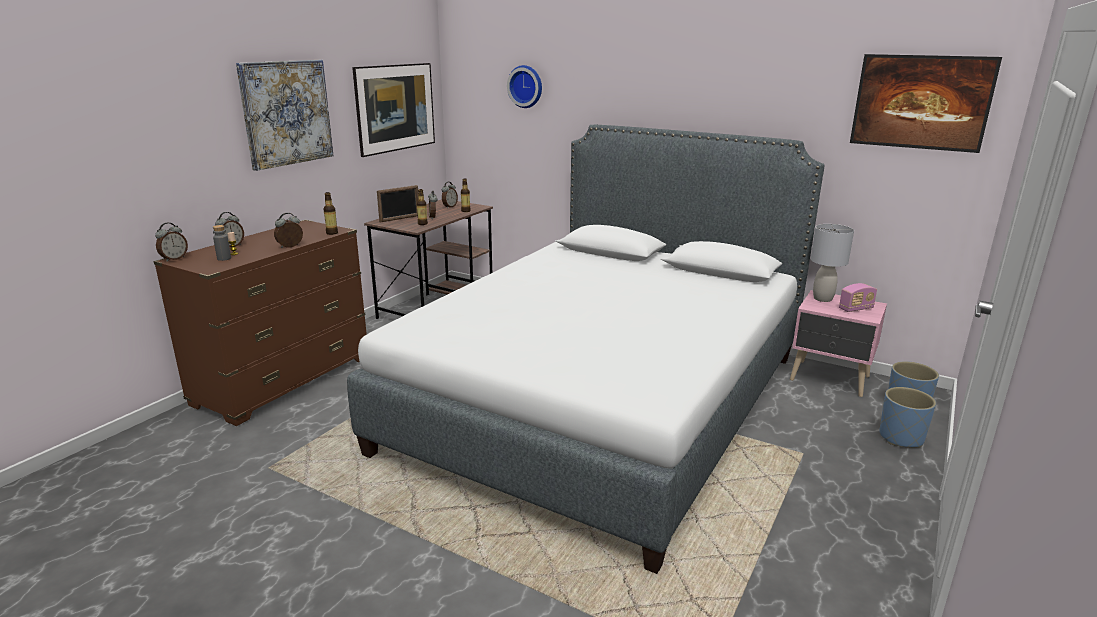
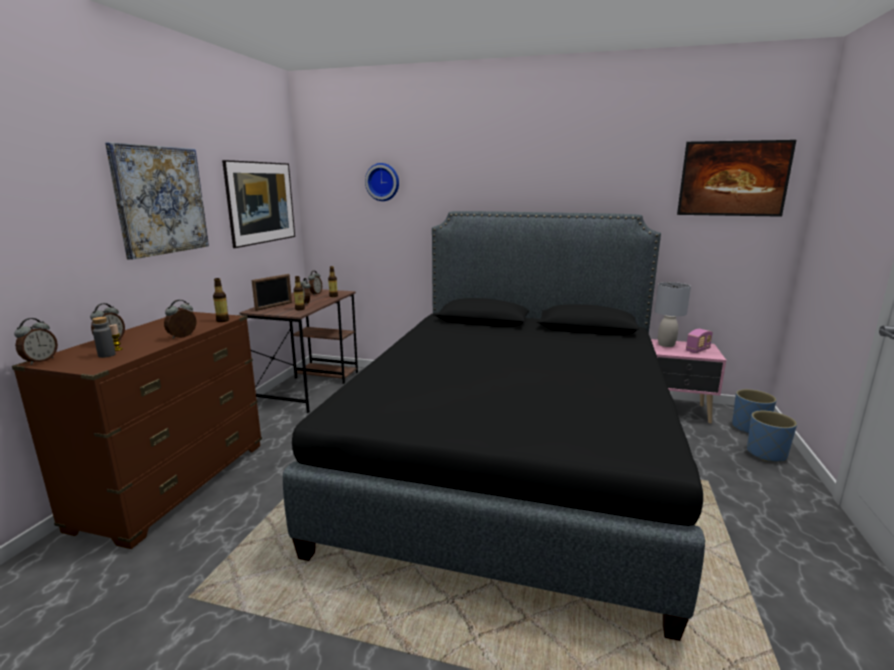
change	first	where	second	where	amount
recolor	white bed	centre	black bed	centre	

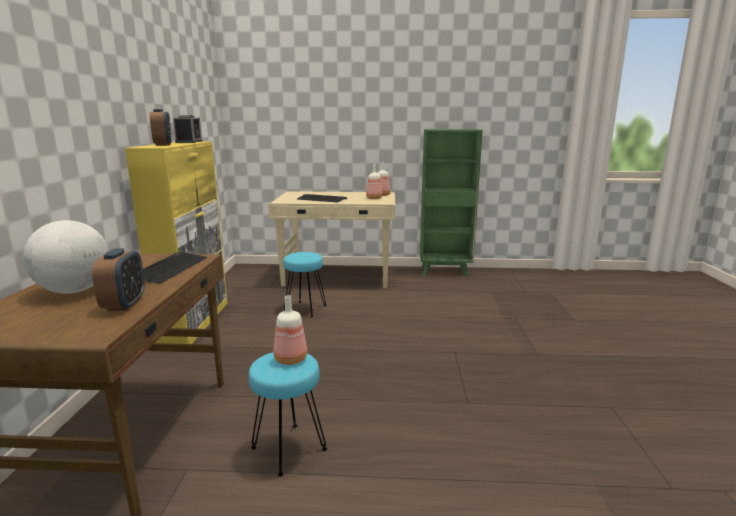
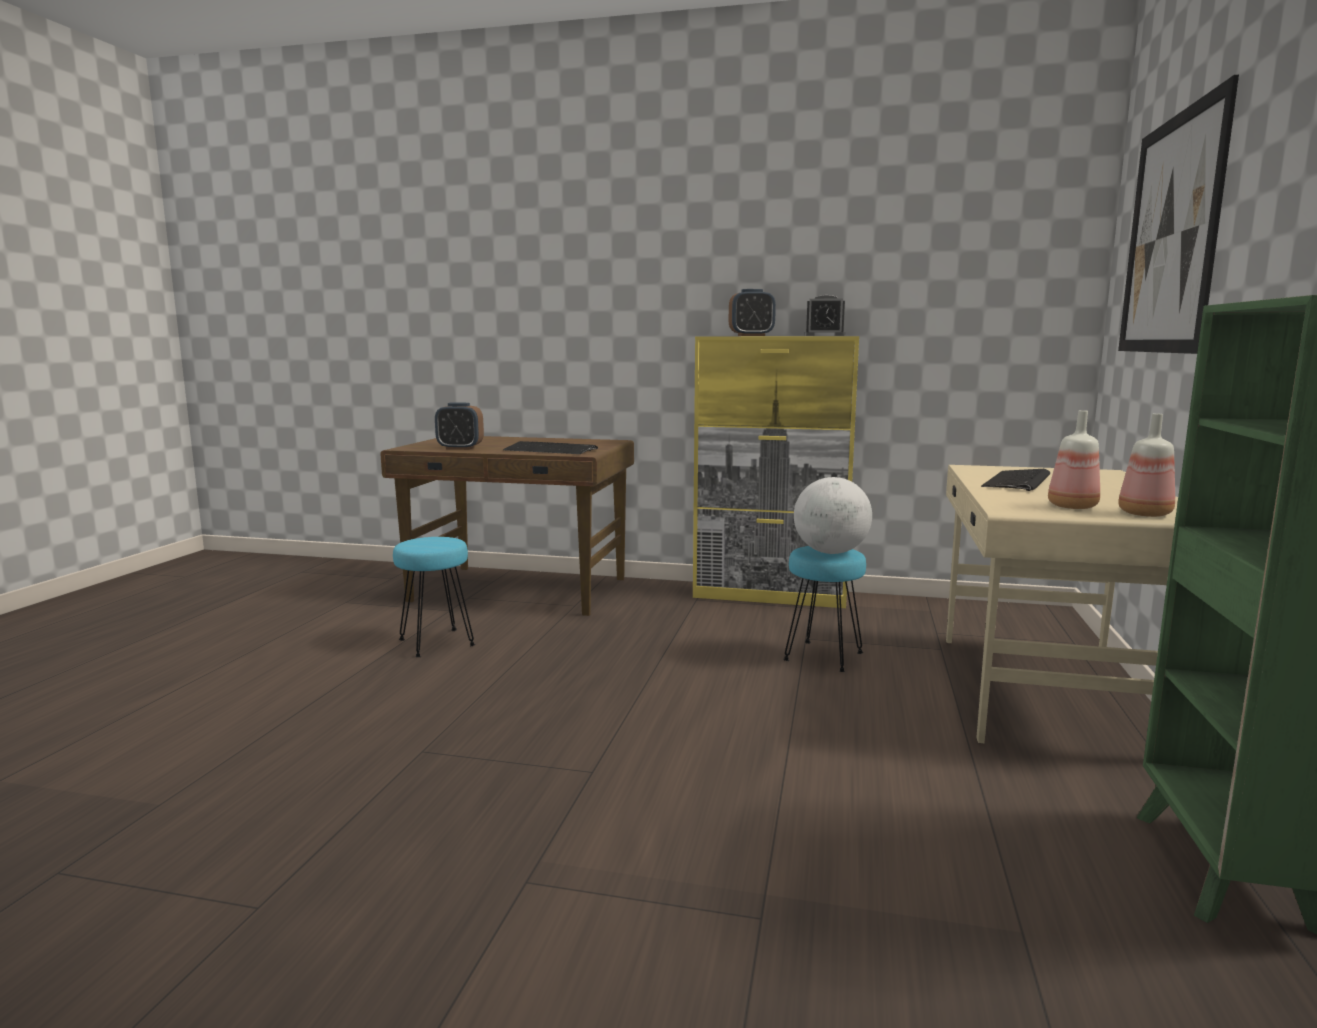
change	first	where	second	where	amount
move	globe	middle left		centre	
delete	bottle (1st from left)	centre			
insert			picture	top right	

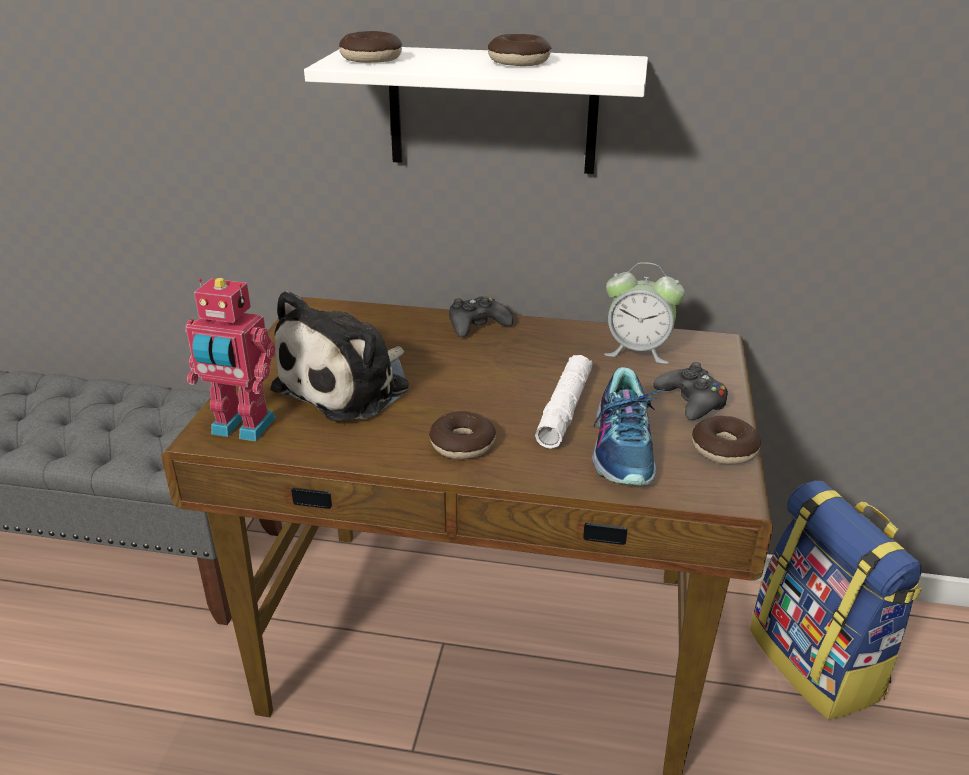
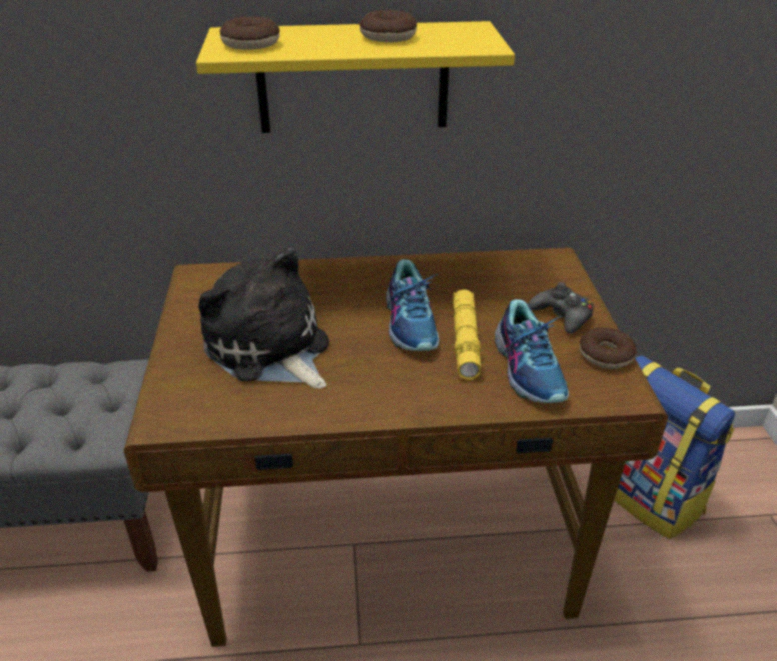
change	first	where	second	where	amount
delete	toy robot	middle left			
rotate	plush toy	centre		centre	120 degrees clockwise
recolor	white shelf	top centre	yellow shelf	top centre	
delete	donut (2nd from left)	centre			
delete	black game controller (1st from left)	centre			
recolor	white flashlight	centre	yellow flashlight	centre	
delete	alarm clock	centre			
insert			shoe (1st from left)	centre	

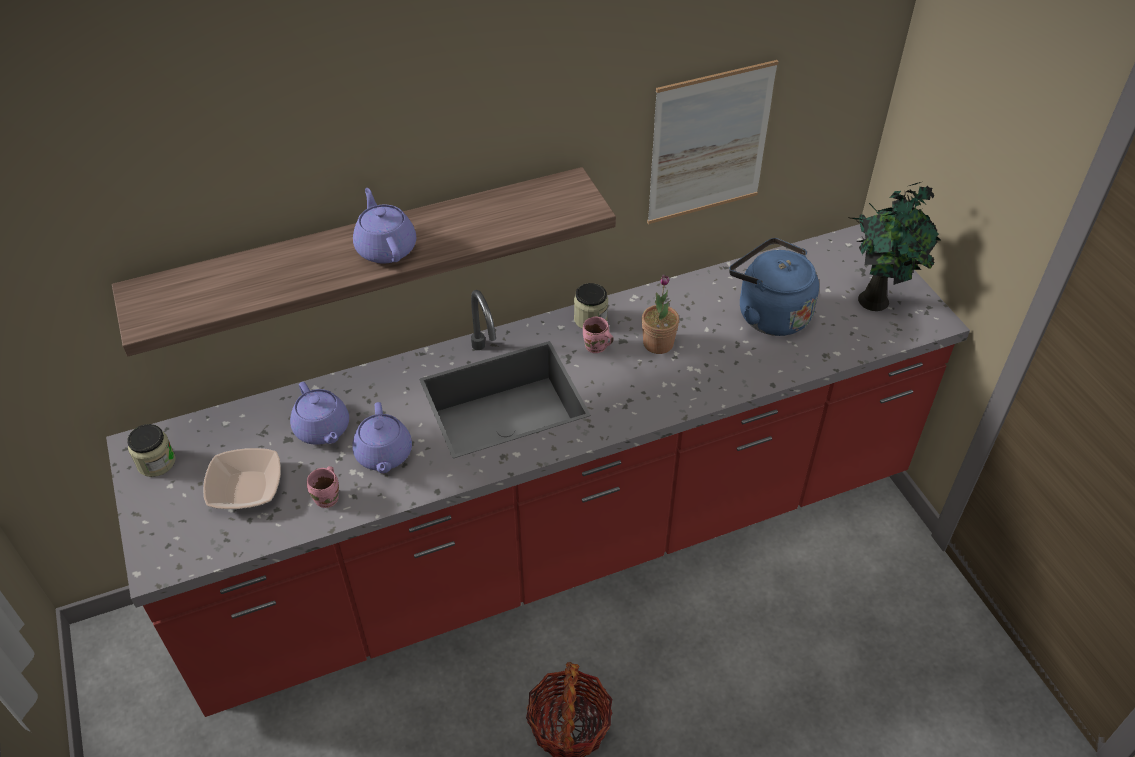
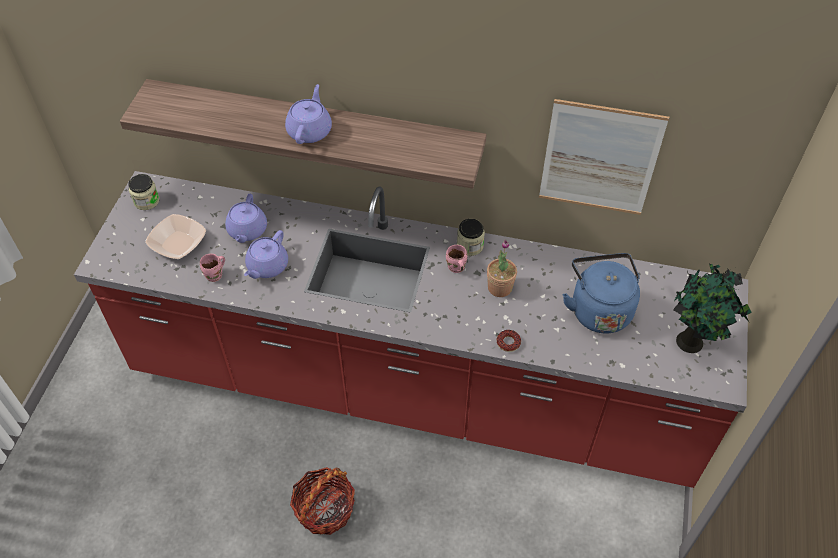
change	first	where	second	where	amount
insert			donut	centre	

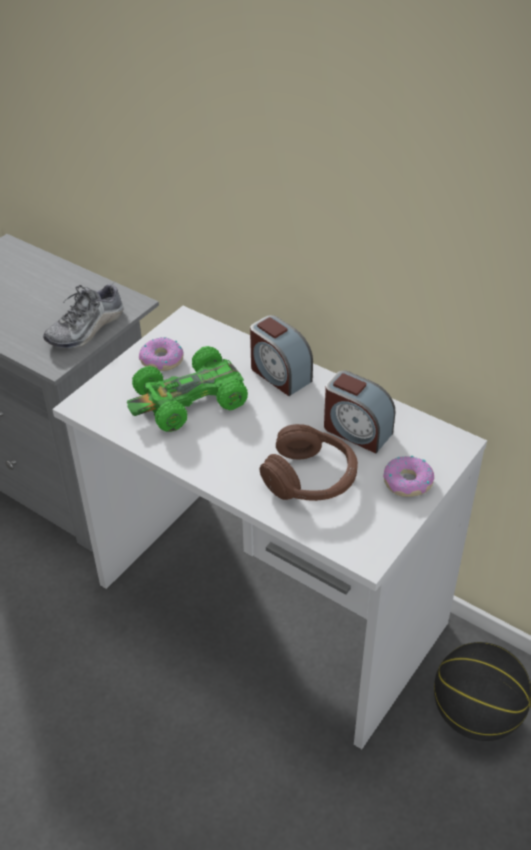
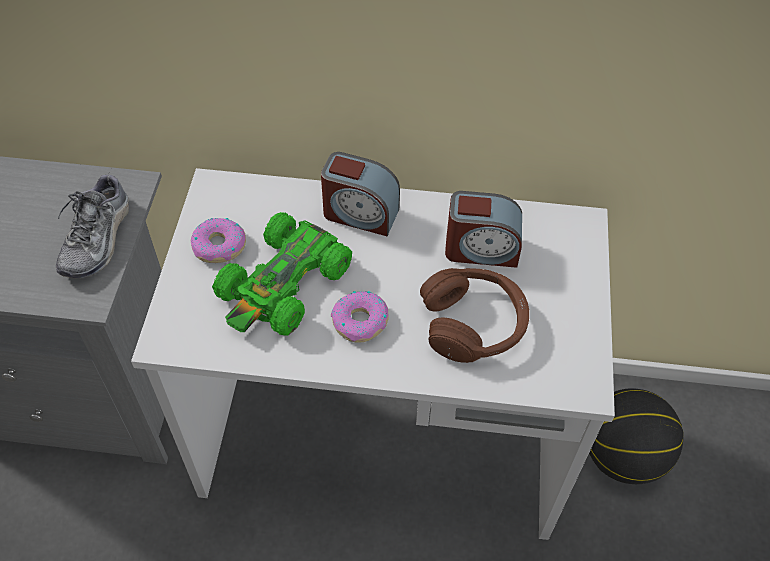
change	first	where	second	where	amount
move	donut (2nd from left)	middle right		centre	

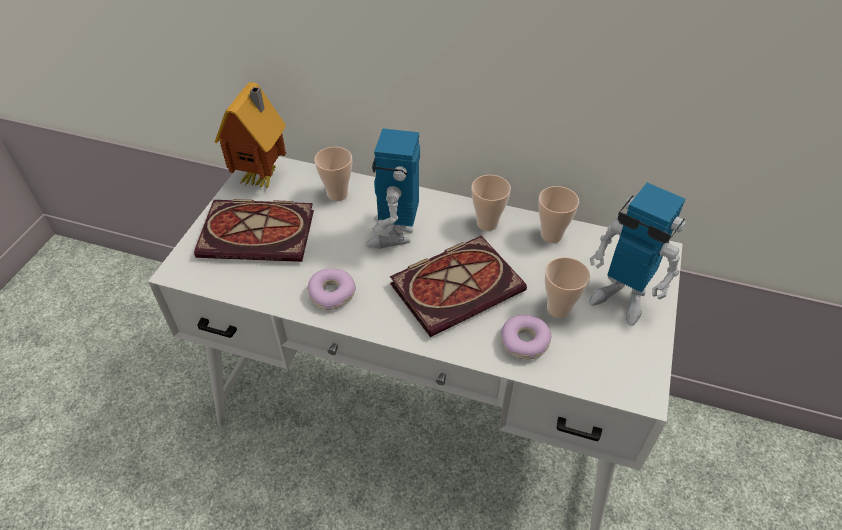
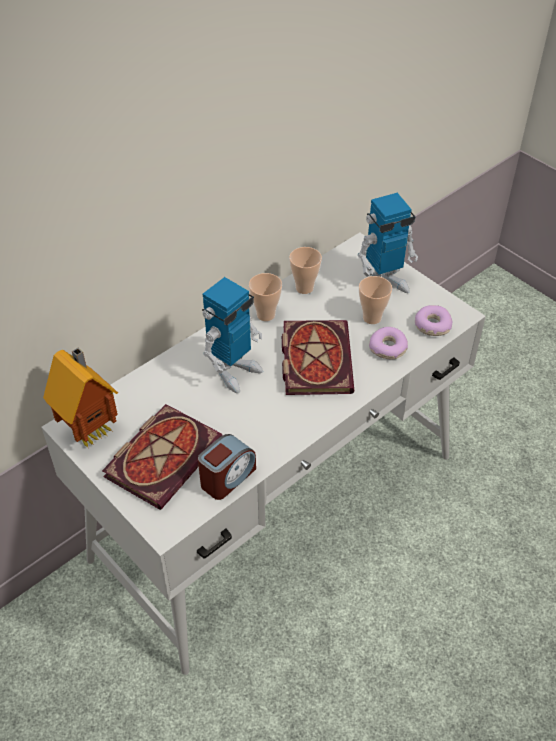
change	first	where	second	where	amount
move	donut (1st from left in the first image)	centre	donut (2nd from left)	middle right	
delete	cup (1st from left)	top centre			
rotate	toy robot (1st from left)	centre		centre	90 degrees counterclockwise
insert			alarm clock	centre	

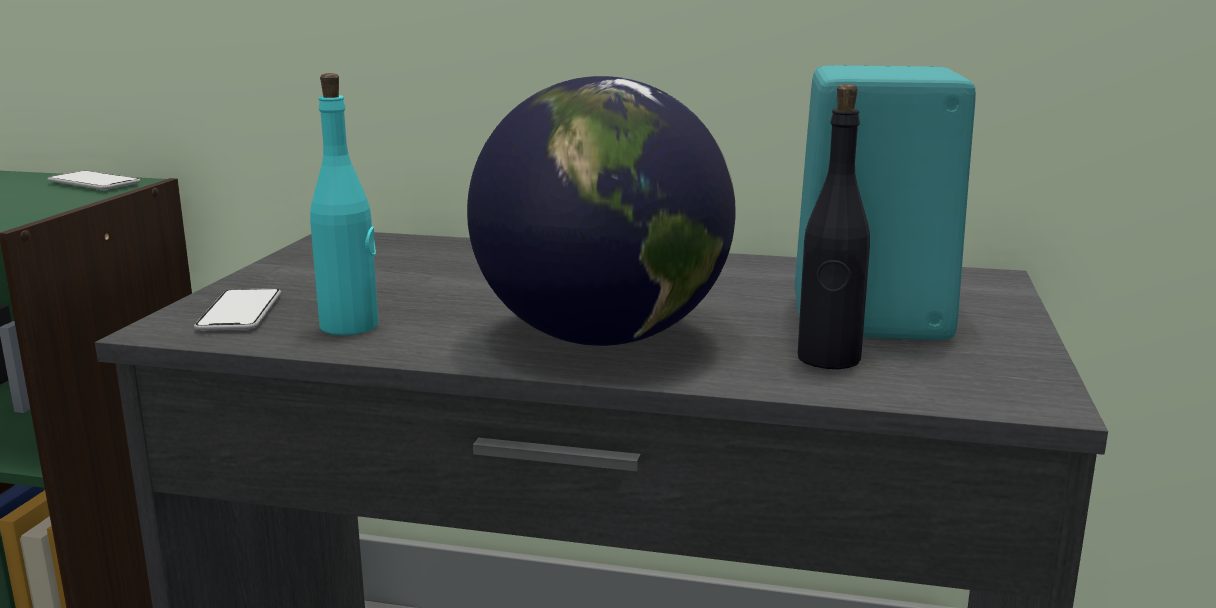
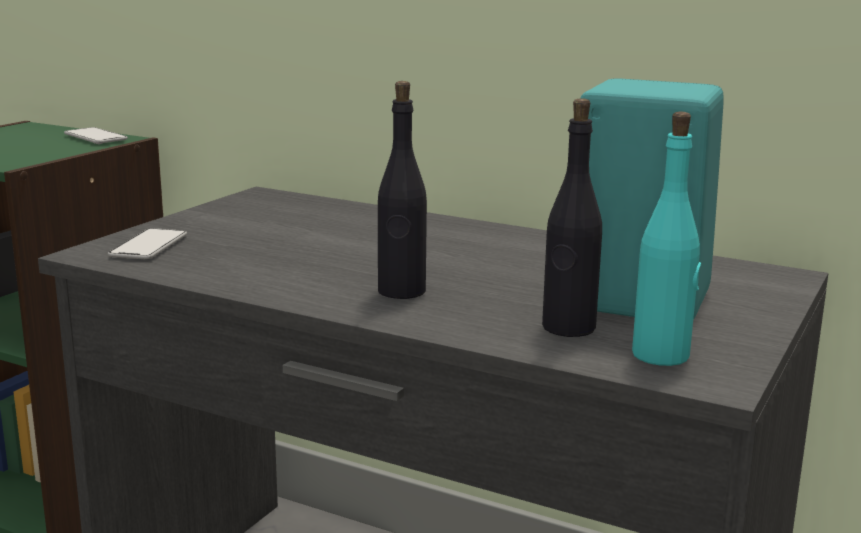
change	first	where	second	where	amount
move	turquoise bottle	middle left		middle right	
replace	globe	centre	black bottle (1st from left)	centre	

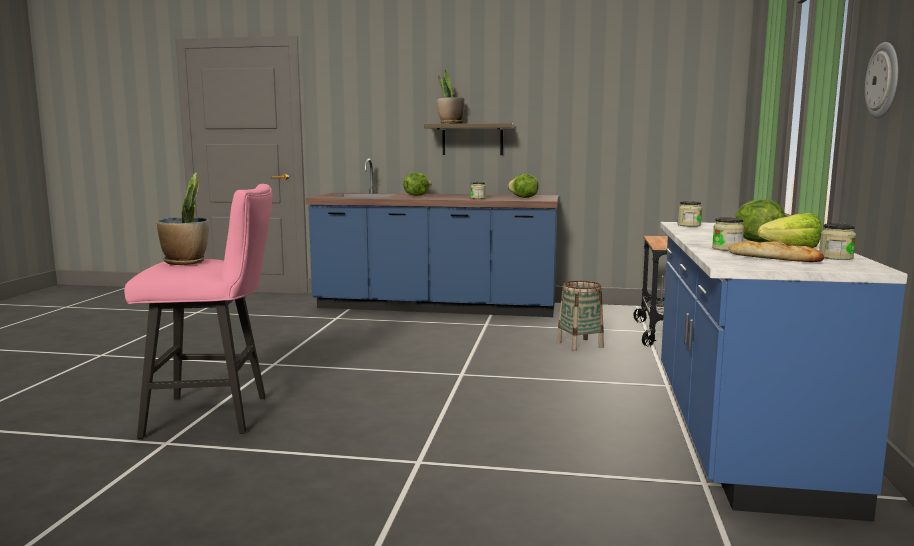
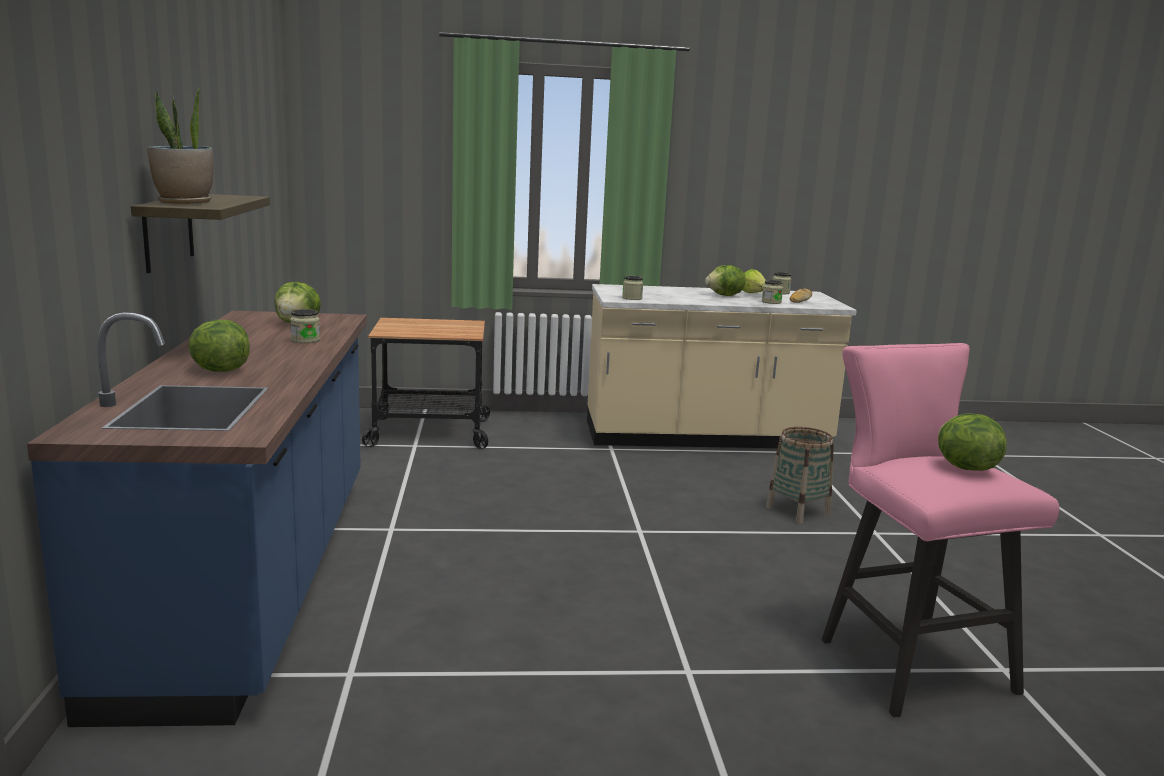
change	first	where	second	where	amount
replace	potted plant (1st from left)	middle left	lettuce (5th from left)	middle right	
move	basket	centre		middle right	
recolor	blue counter (2nd from left)	bottom right	beige counter	centre	
delete	wall clock	top right			

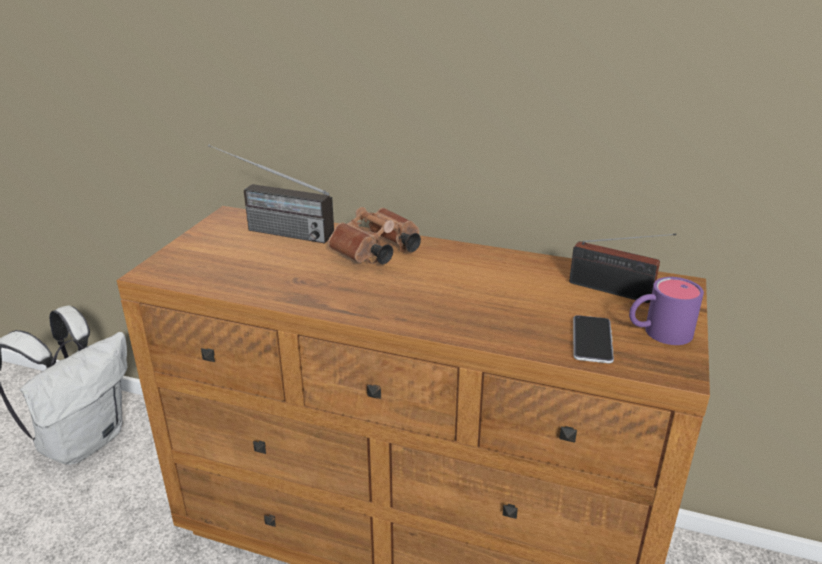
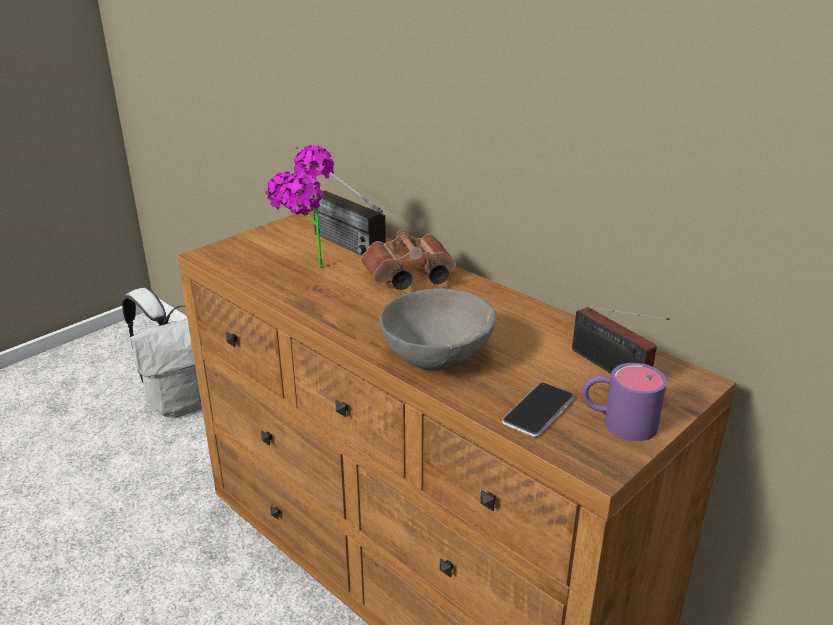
change	first	where	second	where	amount
insert			potted plant	top centre	
insert			grey bowl	centre	

